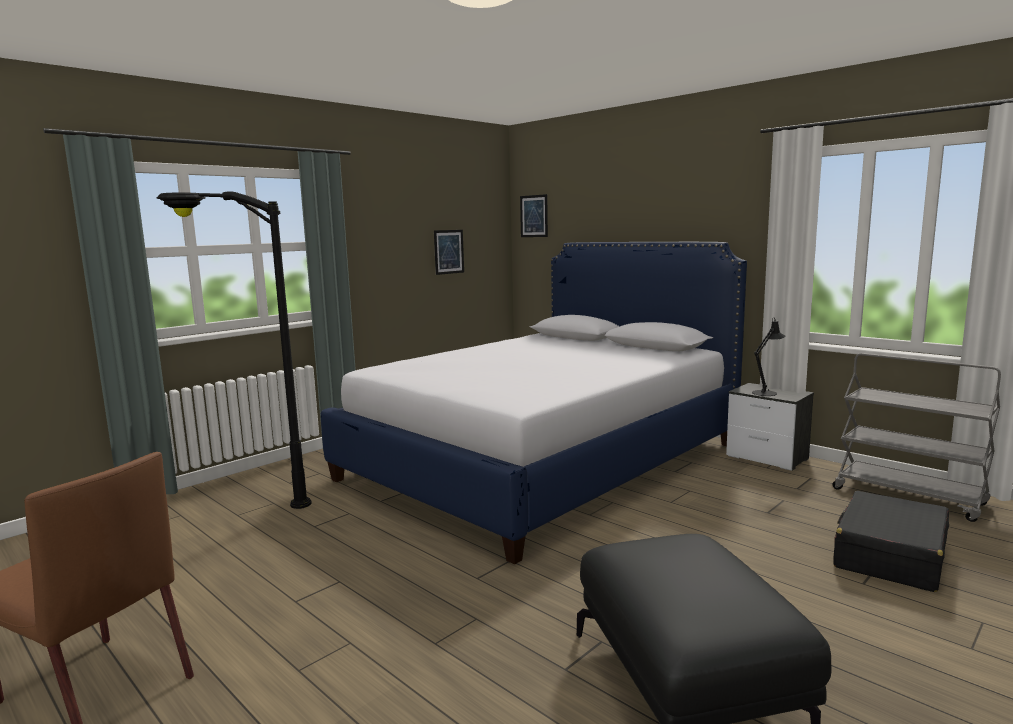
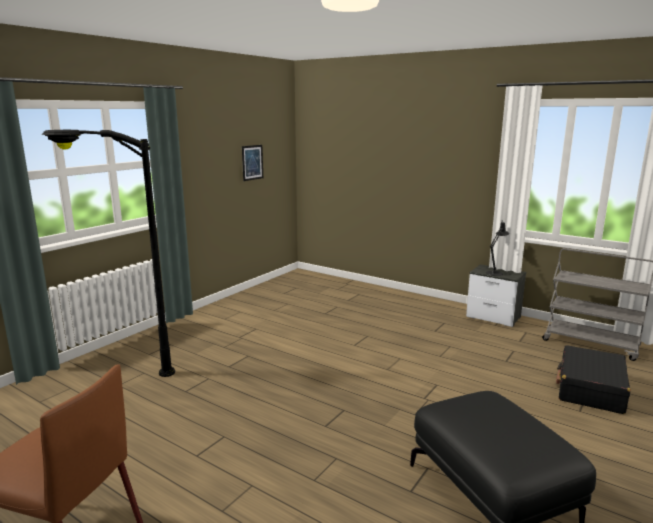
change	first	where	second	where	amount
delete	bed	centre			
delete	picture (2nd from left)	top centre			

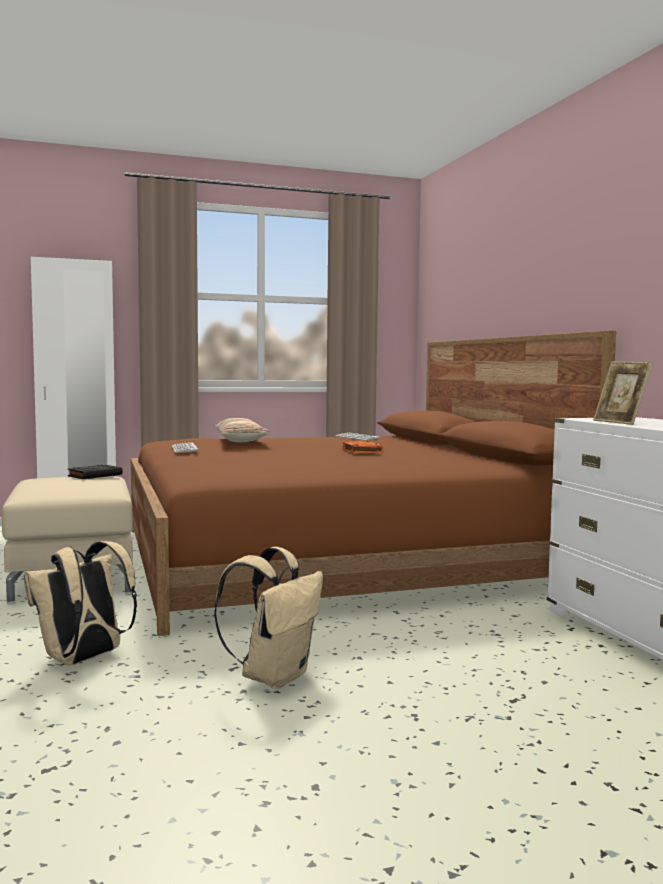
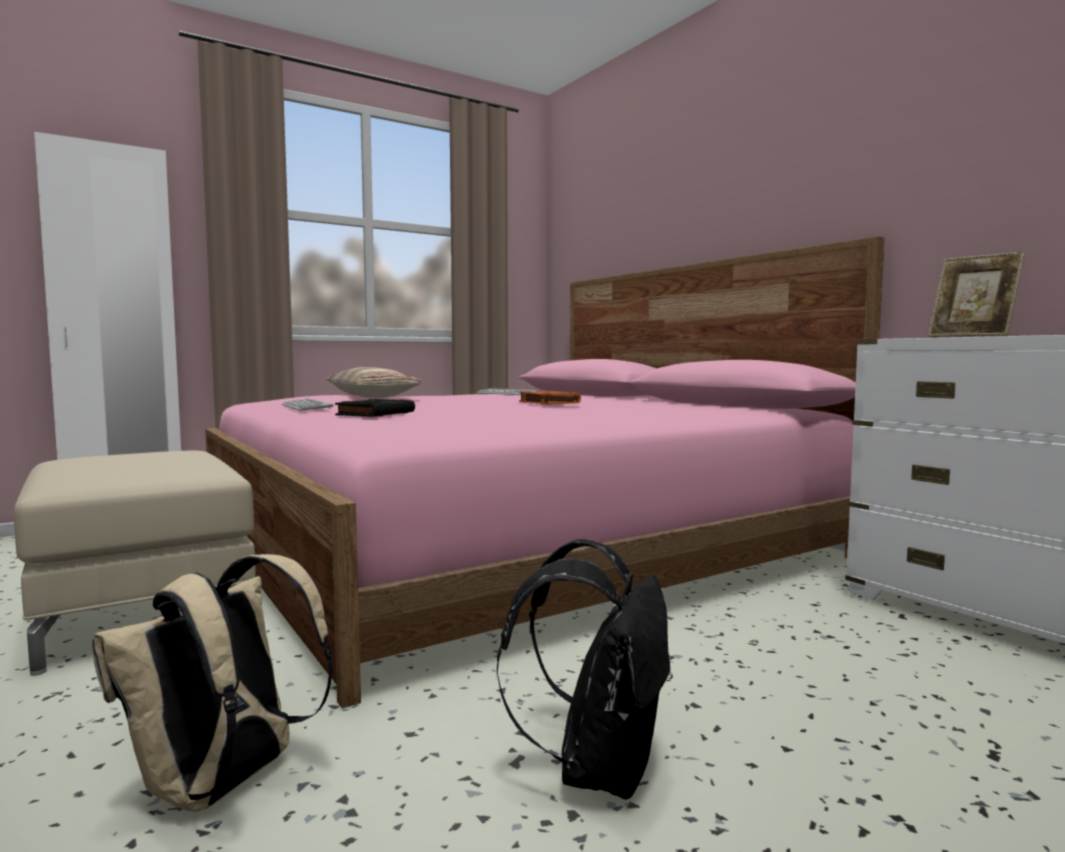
change	first	where	second	where	amount
move	black book	middle left		centre	
recolor	brown bed	centre	pink bed	centre	
recolor	beige backpack (2nd from left)	bottom centre	black backpack	bottom centre	

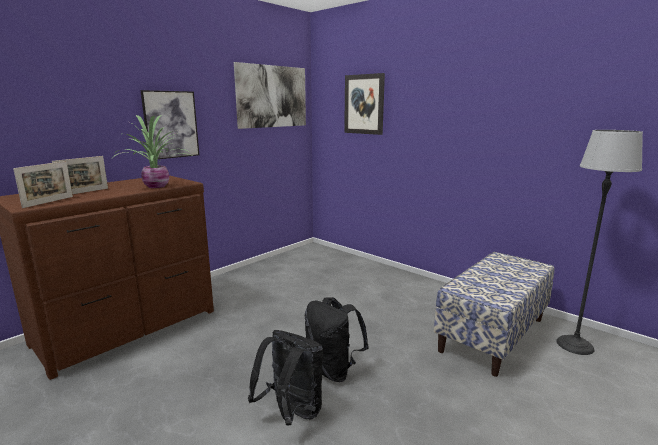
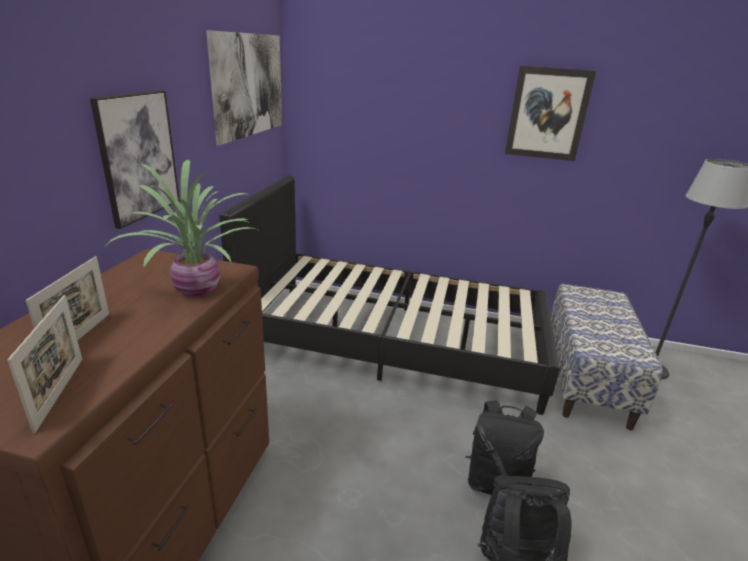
change	first	where	second	where	amount
move	picture (3rd from left)	top centre		top right	
insert			black bed	centre	

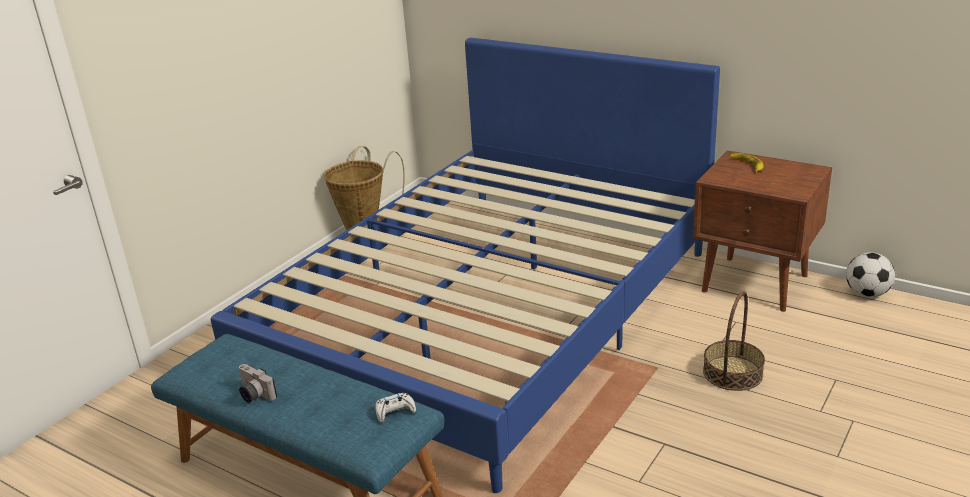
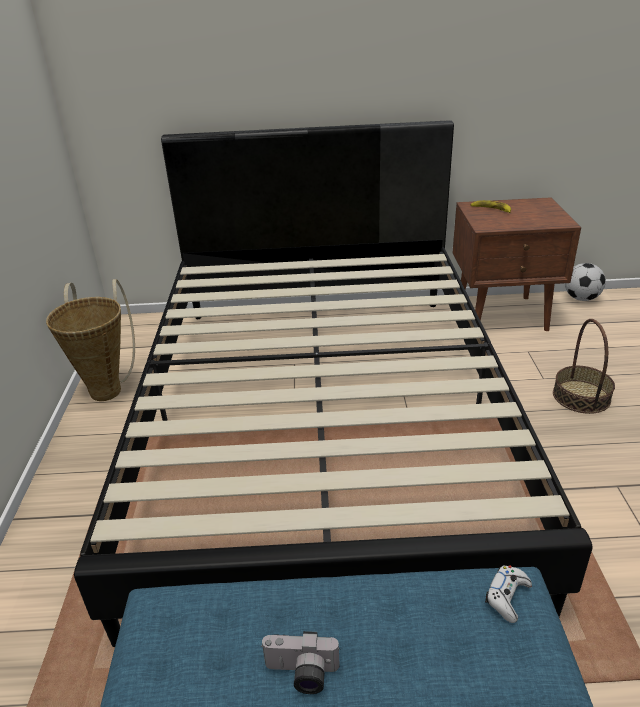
change	first	where	second	where	amount
recolor	blue bed	centre	black bed	centre	

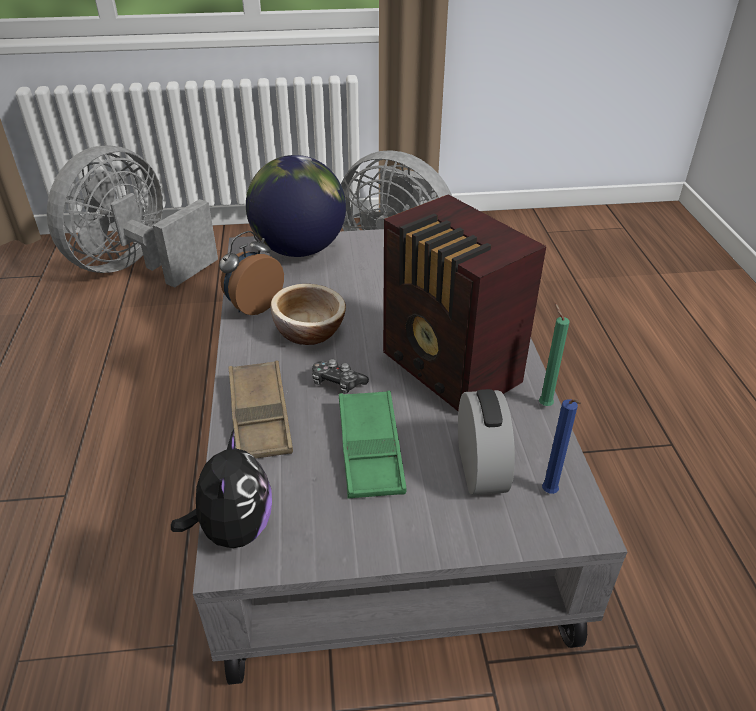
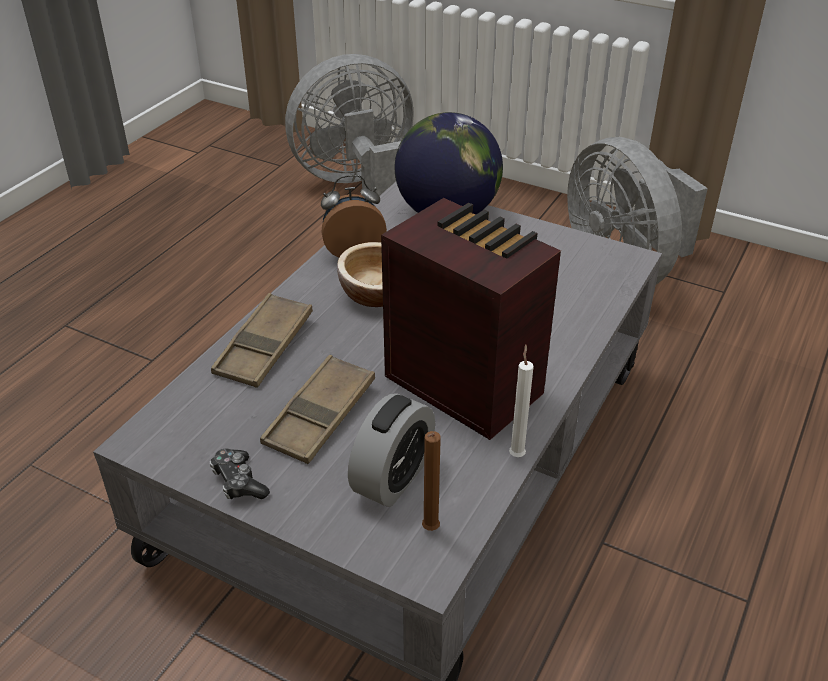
change	first	where	second	where	amount
delete	plush toy	bottom left			
move	game controller	centre		bottom left	
recolor	green tray	centre	brown tray (2nd from left)	centre	
rotate	radio	centre		centre	135 degrees clockwise
recolor	green candle	middle right	white candle	centre	
recolor	blue candle	middle right	brown candle	bottom centre	

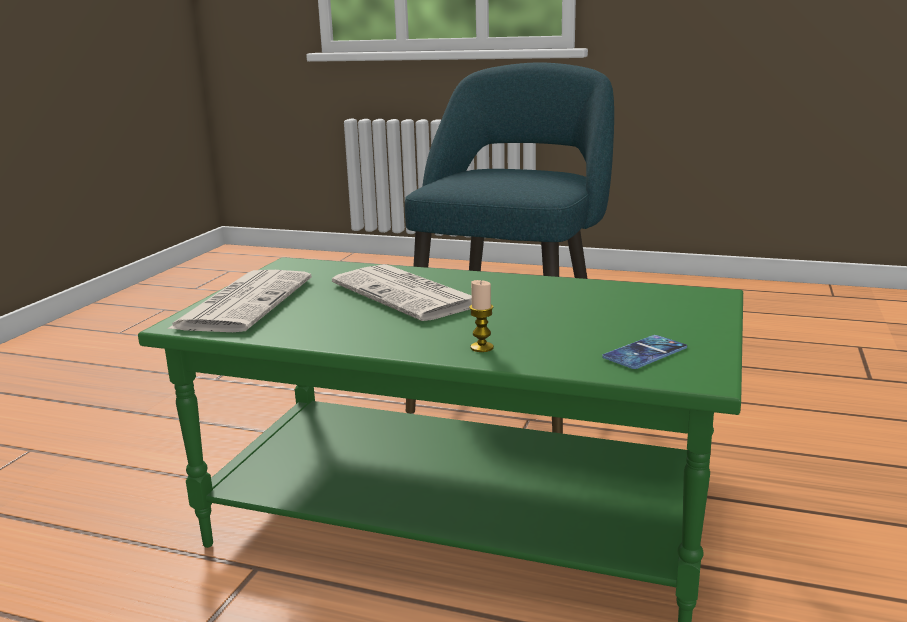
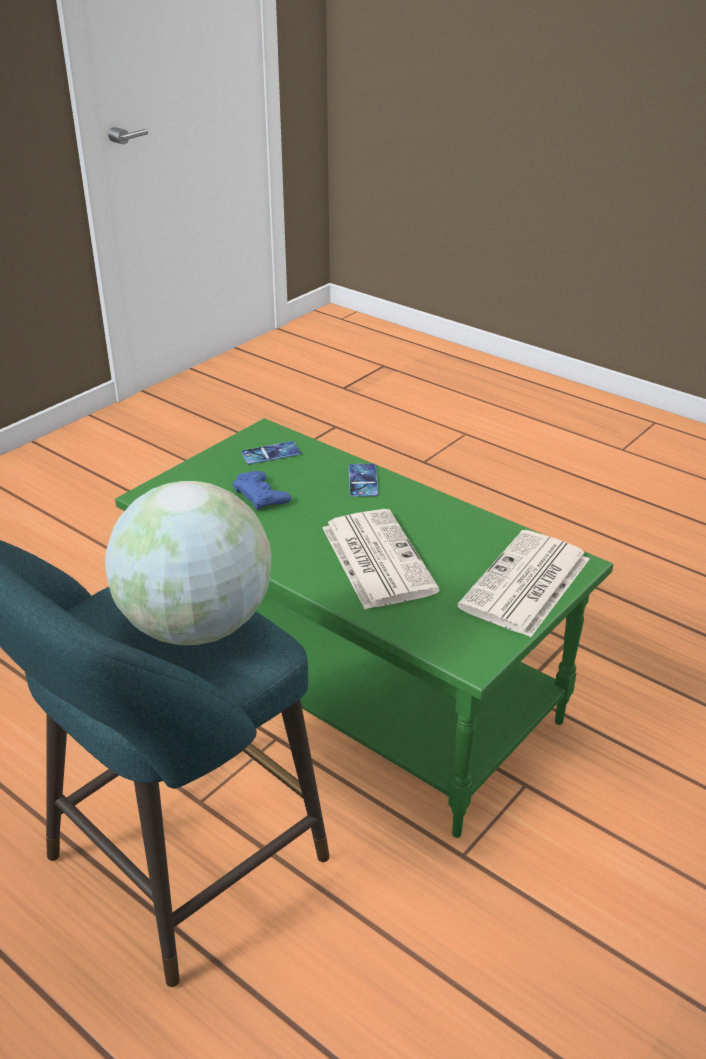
change	first	where	second	where	amount
replace	candle	centre	phone (2nd from left)	centre	
insert			globe	middle left	
insert			blue game controller	centre	

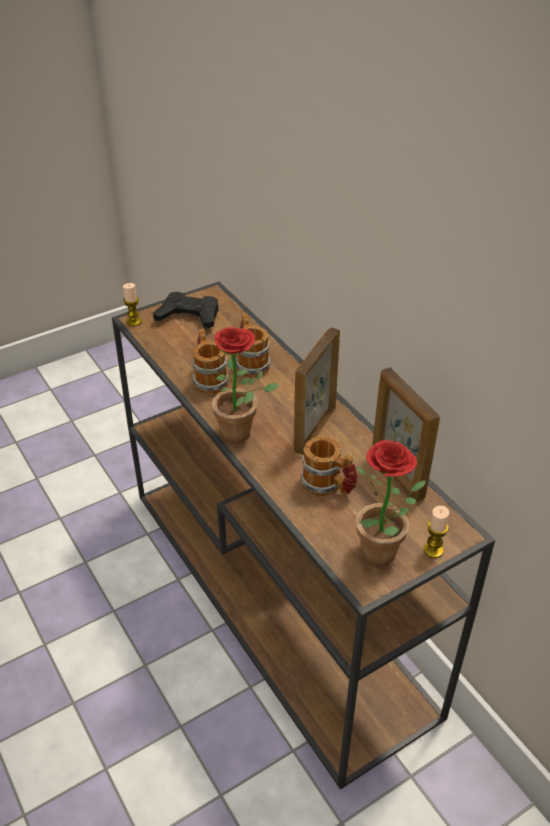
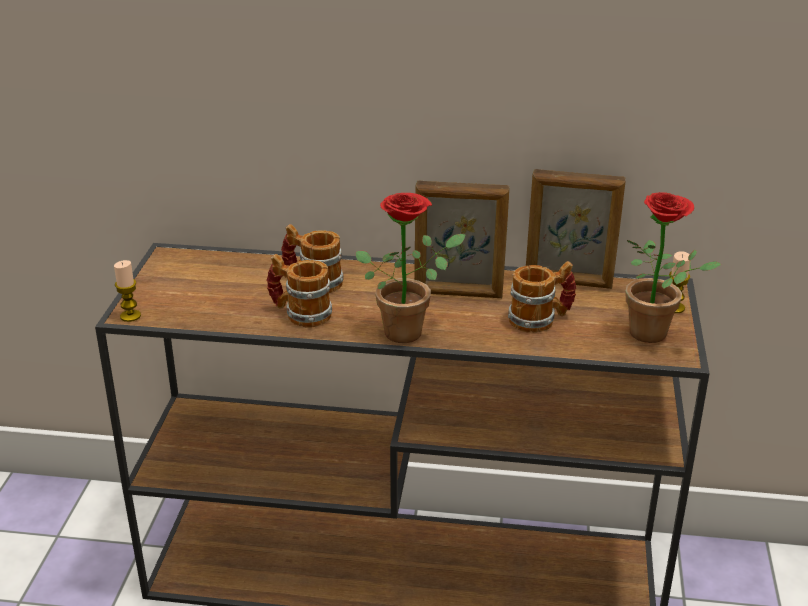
change	first	where	second	where	amount
delete	black game controller	centre			
rotate	picture frame (1st from left)	centre		centre	60 degrees counterclockwise

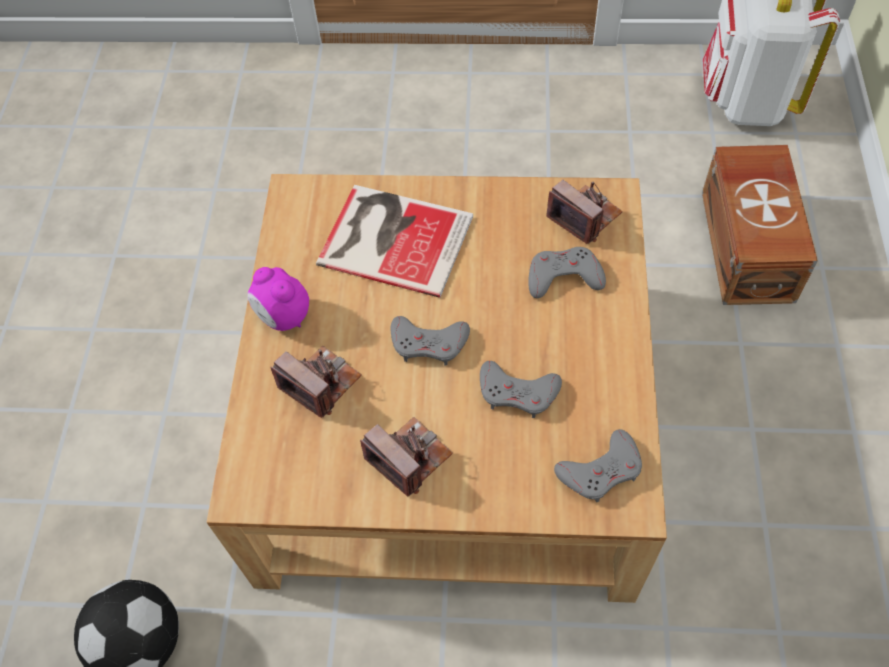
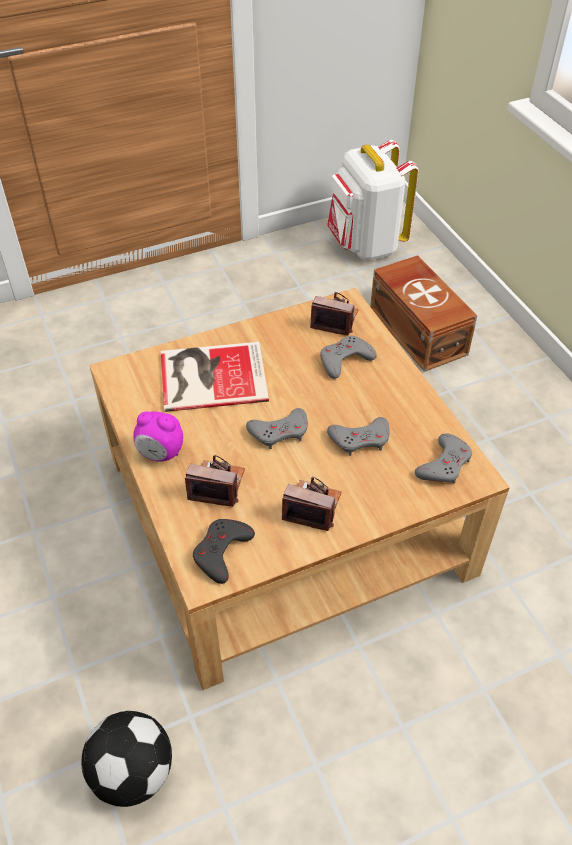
change	first	where	second	where	amount
insert			grey game controller (1st from left)	centre	

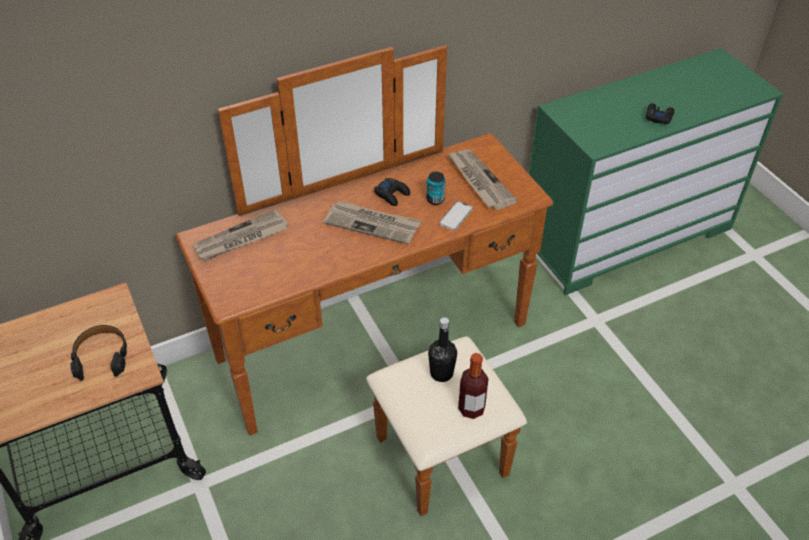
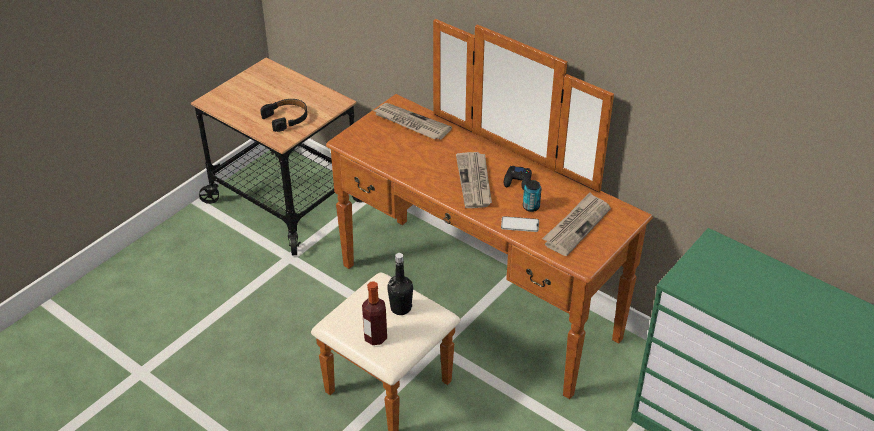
change	first	where	second	where	amount
delete	black game controller (2nd from left)	top right			

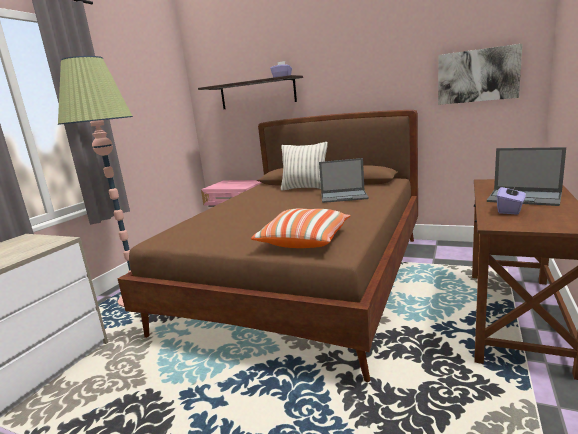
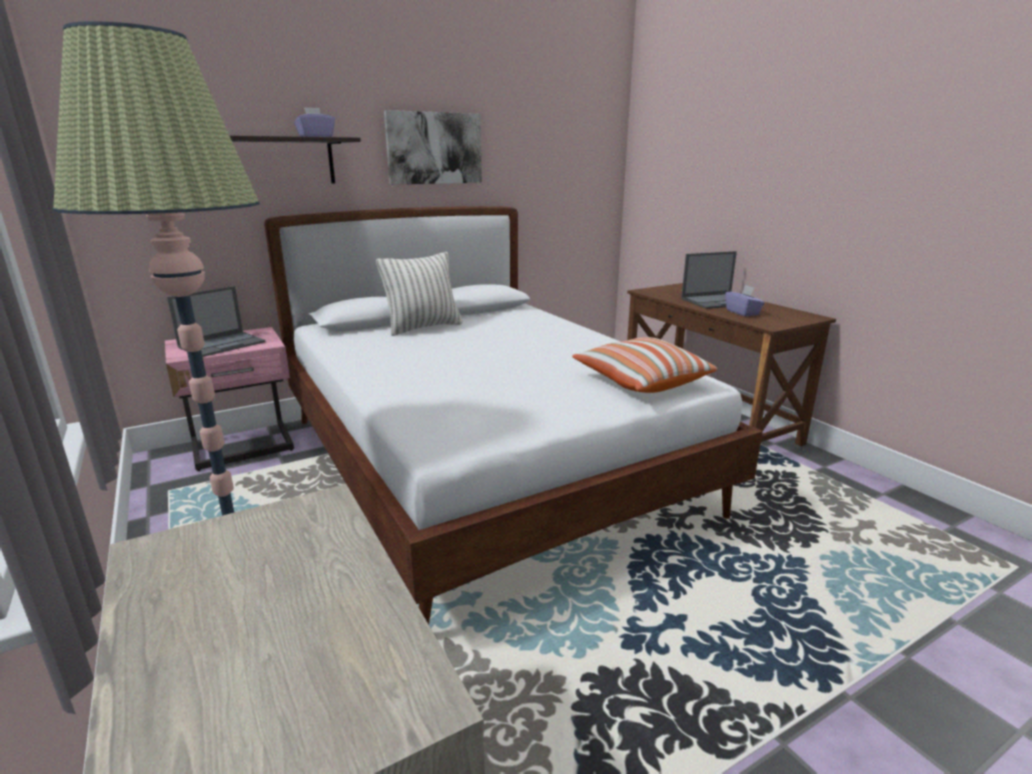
change	first	where	second	where	amount
recolor	brown bed	centre	white bed	centre	
move	laptop (1st from left)	centre		middle left	
move	picture	top right		top centre	

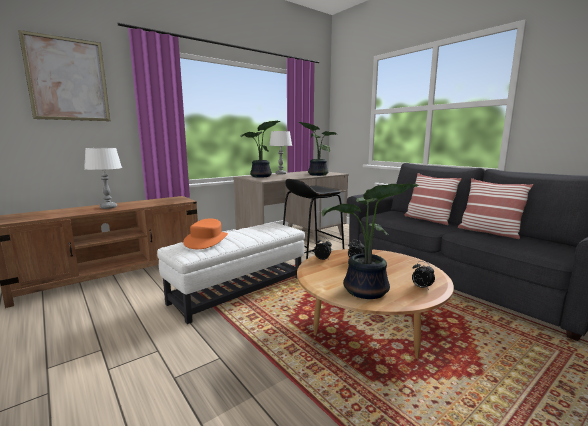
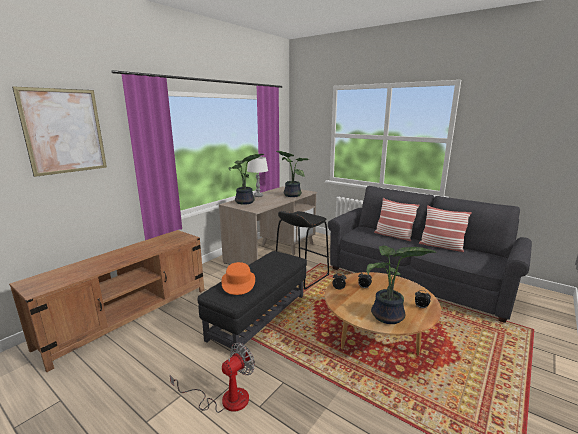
change	first	where	second	where	amount
delete	white table lamp (1st from left)	middle left			
recolor	white ottoman	centre	black ottoman	bottom centre	
insert			fan	bottom centre	

